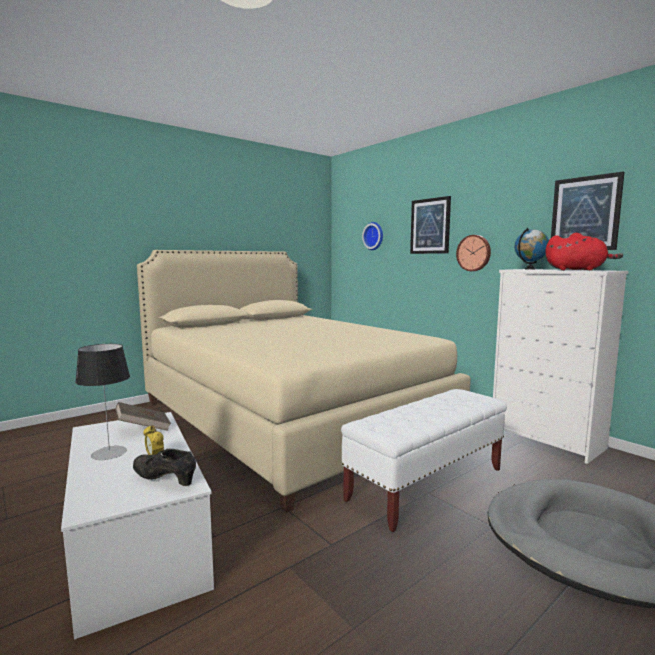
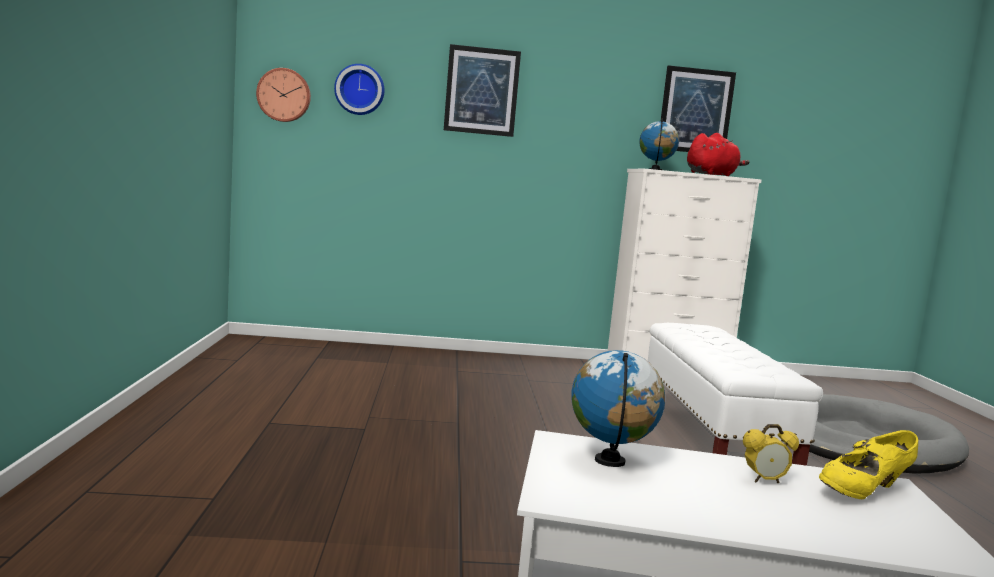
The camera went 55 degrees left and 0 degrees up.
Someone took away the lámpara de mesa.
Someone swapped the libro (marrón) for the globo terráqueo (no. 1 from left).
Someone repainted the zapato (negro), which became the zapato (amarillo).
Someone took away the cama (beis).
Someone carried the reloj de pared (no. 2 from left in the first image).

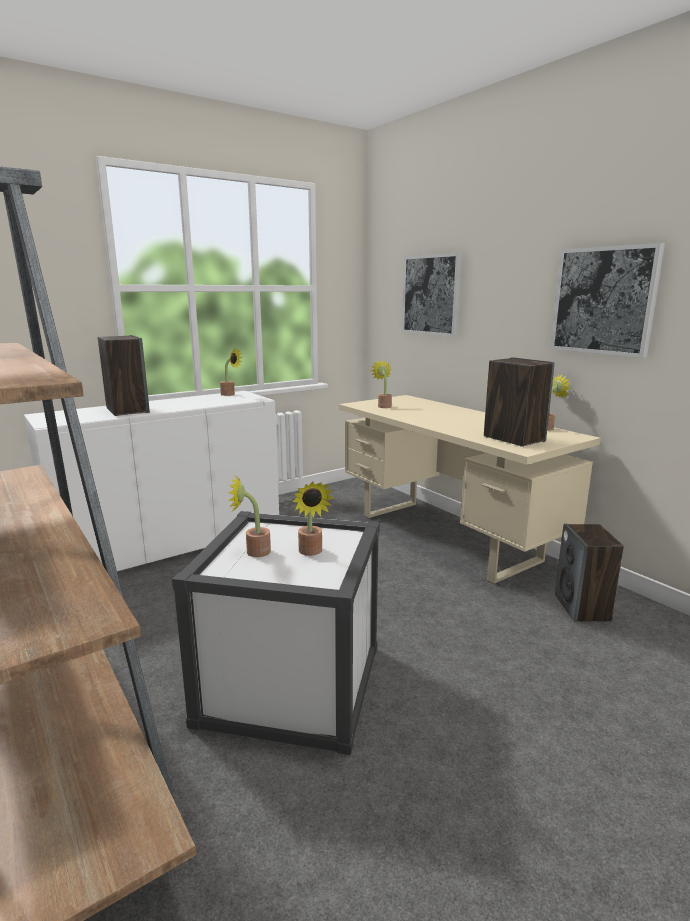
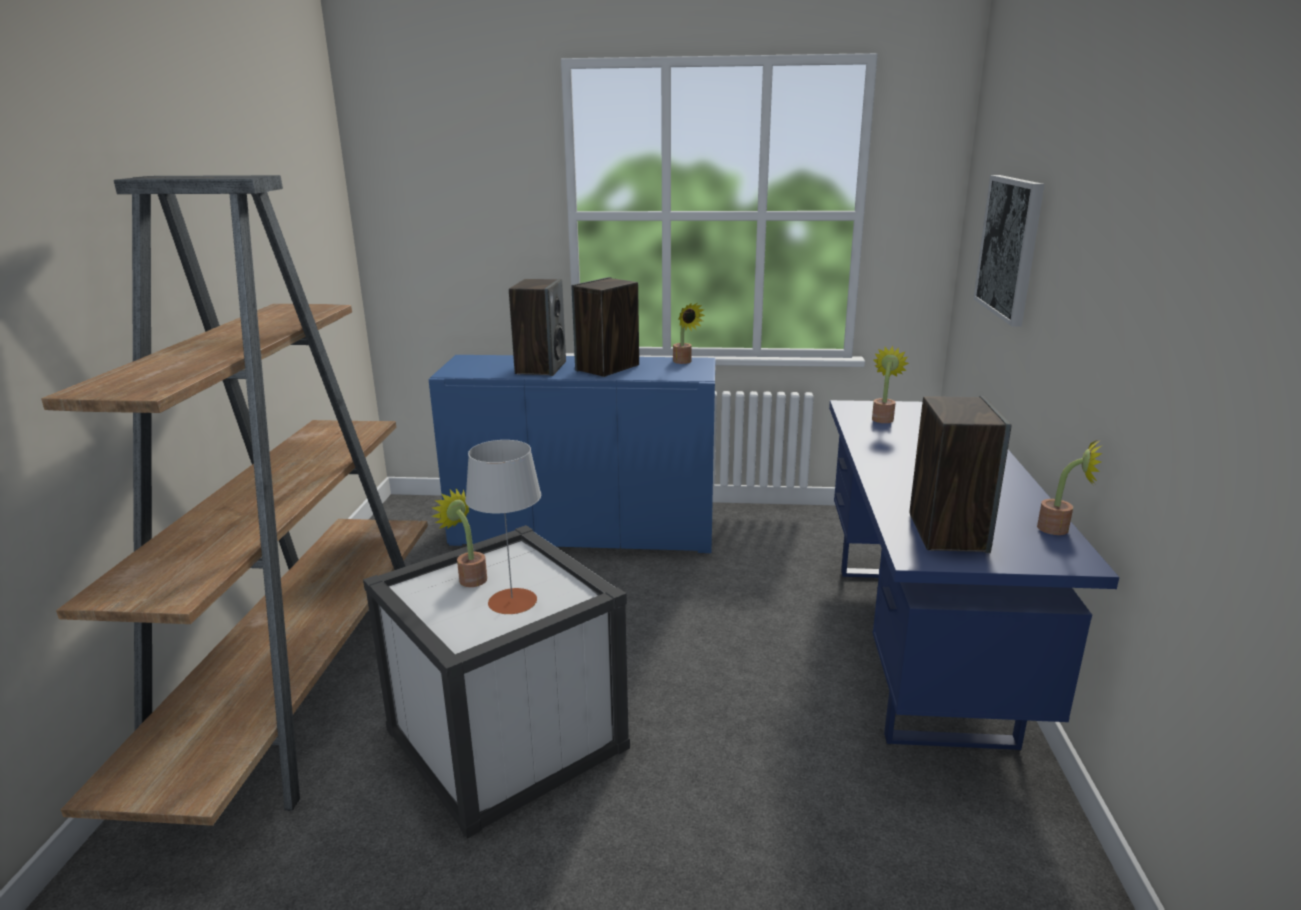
The camera went 40 degrees right and 5 degrees up.
Someone repainted the armario (blanco), which became the armario (azul).
Someone swapped the planta en maceta (no. 3 from left) for the lámpara de mesa (gris).
Someone repainted the escritorio (beis), which became the escritorio (azul).
Someone took away the cuadro (no. 2 from left).
Someone carried the altavoz (no. 3 from left in the first image).

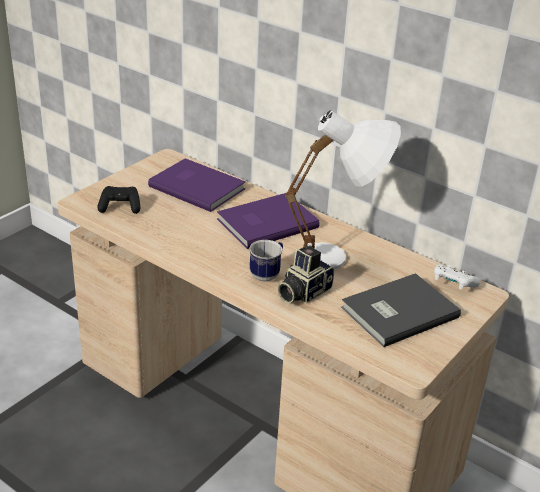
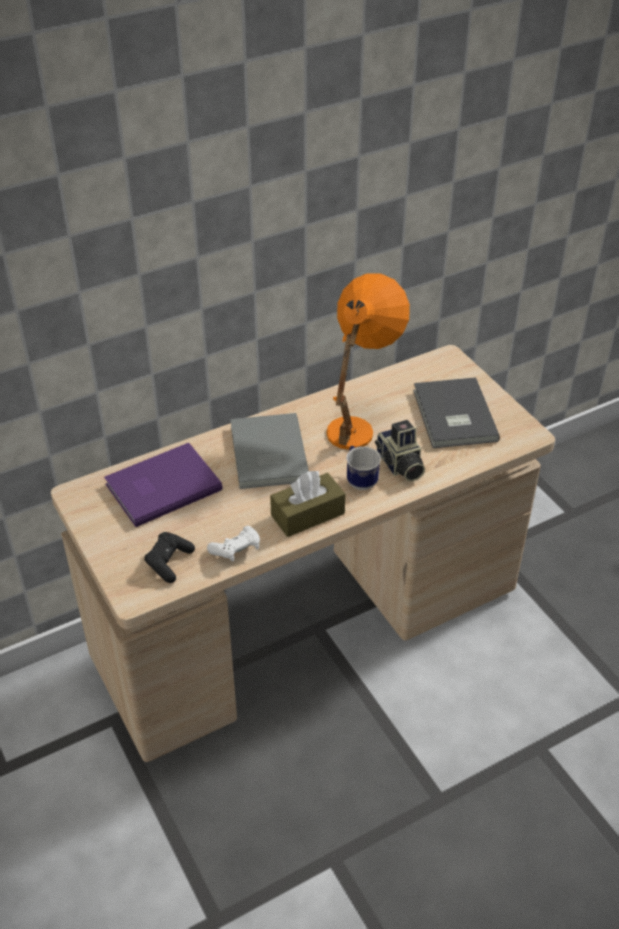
The camera went 65 degrees left and 10 degrees up.
Someone repainted the libro (morado) (no. 2 from left), which became the libro (gris) (no. 1 from left).
Someone repainted the lámpara de mesa (blanco), which became the lámpara de mesa (naranja).
Someone carried the mando de consola (blanco).
Someone put down the caja de pañuelos (marrón).

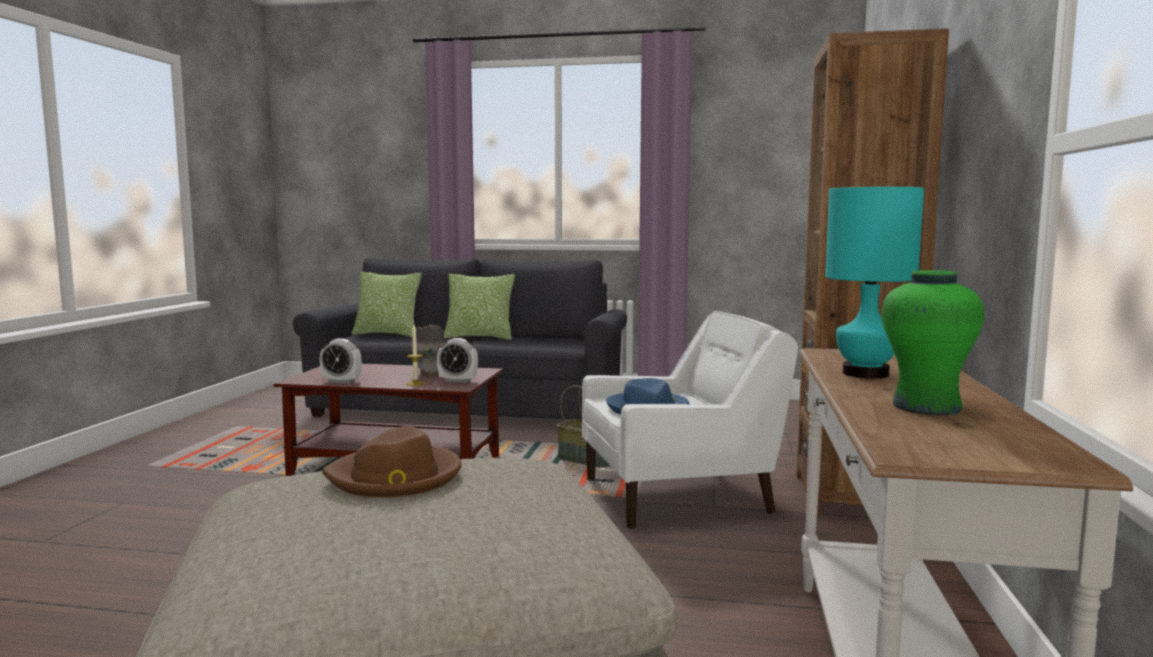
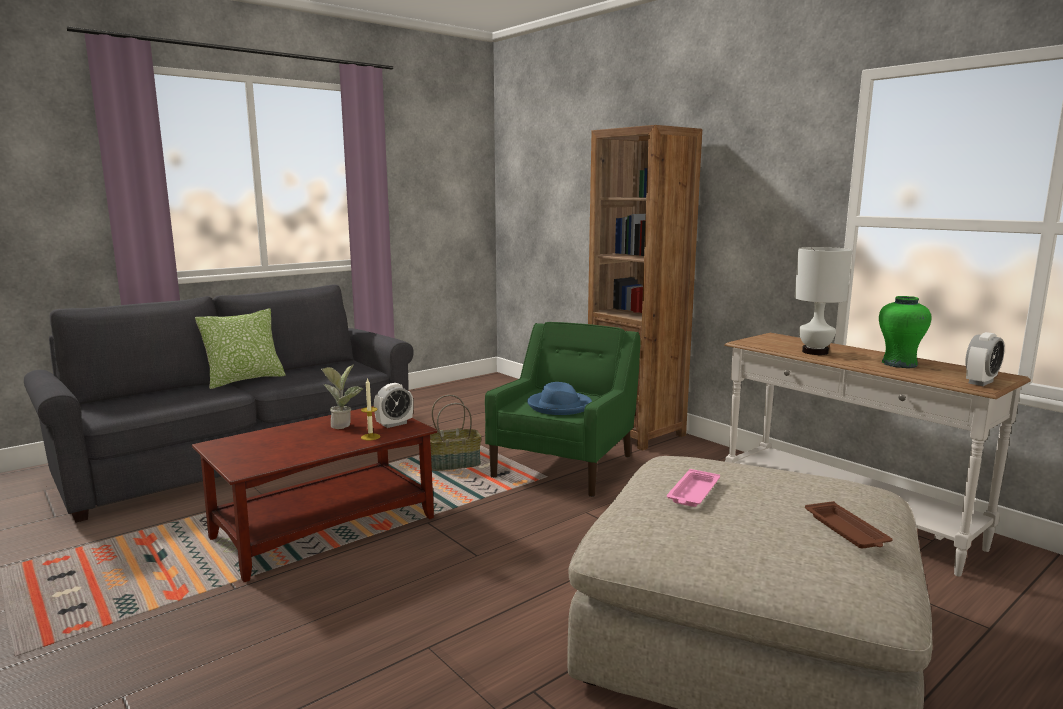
The camera went 50 degrees left and 5 degrees up.
Someone carried the despertador (no. 1 from left in the first image).
Someone swapped the sombrero (marrón) for the bandeja (rosa).
Someone took away the cojín (no. 1 from left).
Someone swapped the florero (gris) for the planta en maceta.
Someone repainted the sillón (blanco), which became the sillón (verde).
Someone repainted the lámpara de mesa (turquesa), which became the lámpara de mesa (blanco).
Someone put down the bandeja (marrón).

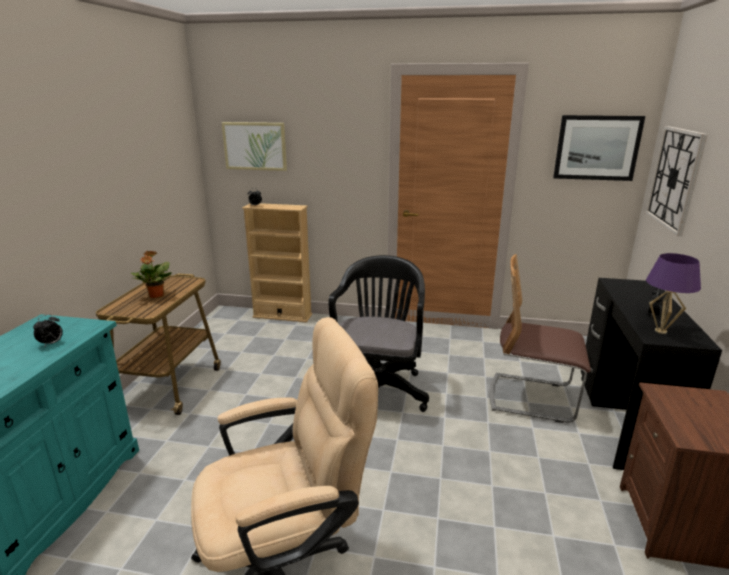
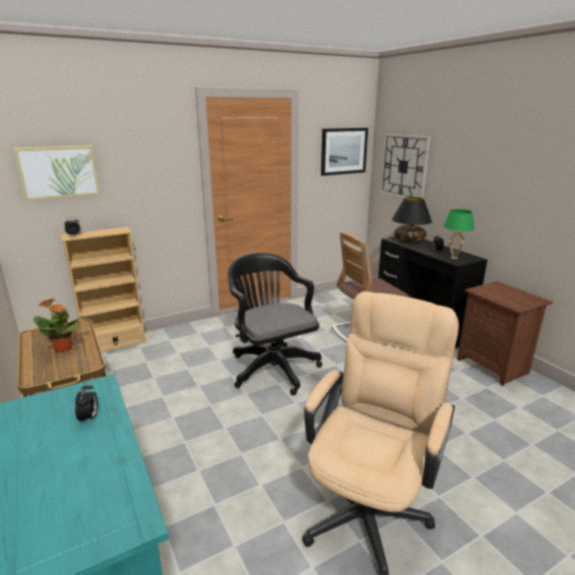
The camera went 40 degrees left and 0 degrees up.
Someone repainted the lámpara de mesa (morado), which became the lámpara de mesa (verde).
Someone put down the lámpara de mesa (negro).

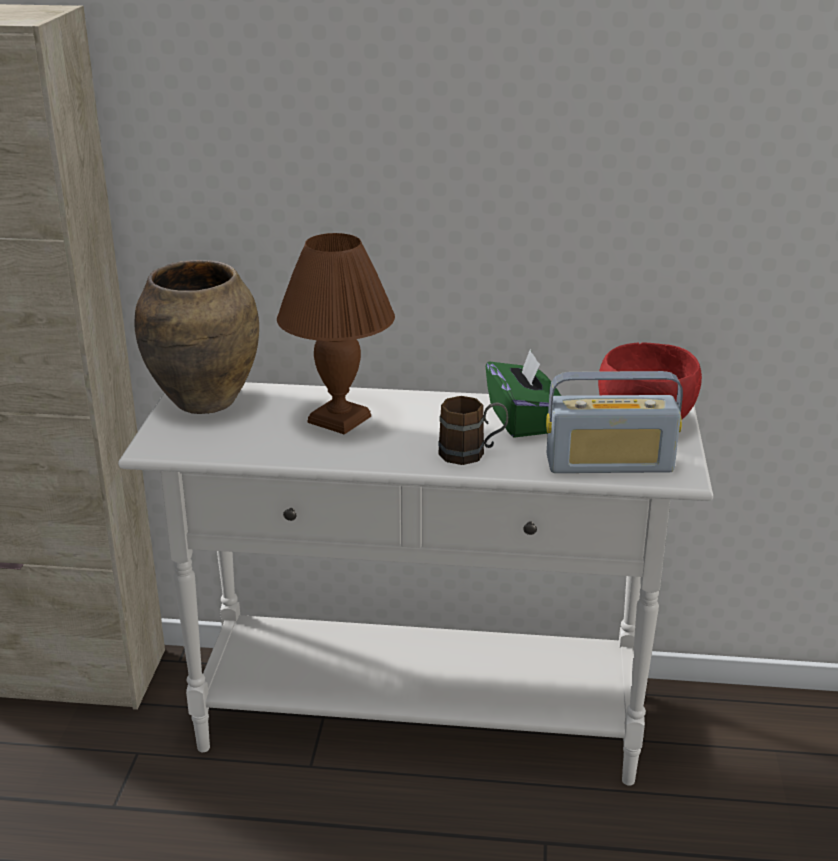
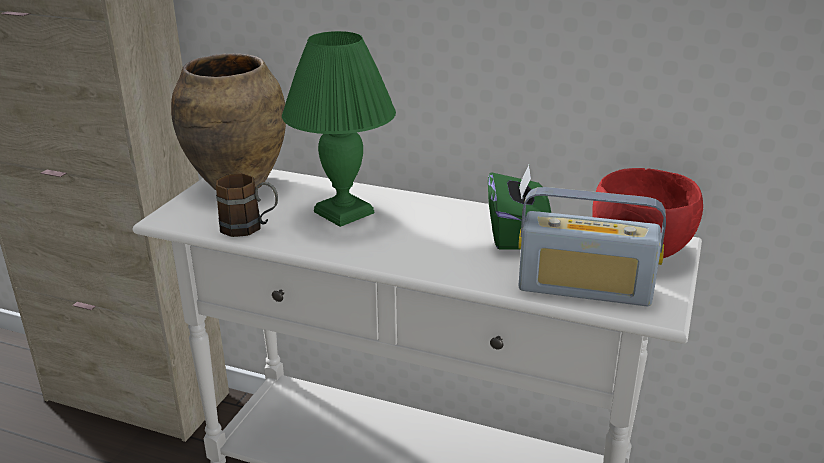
The camera went 15 degrees right and 0 degrees up.
Someone repainted the lámpara de mesa (marrón), which became the lámpara de mesa (verde).
Someone carried the taza grande (marrón).

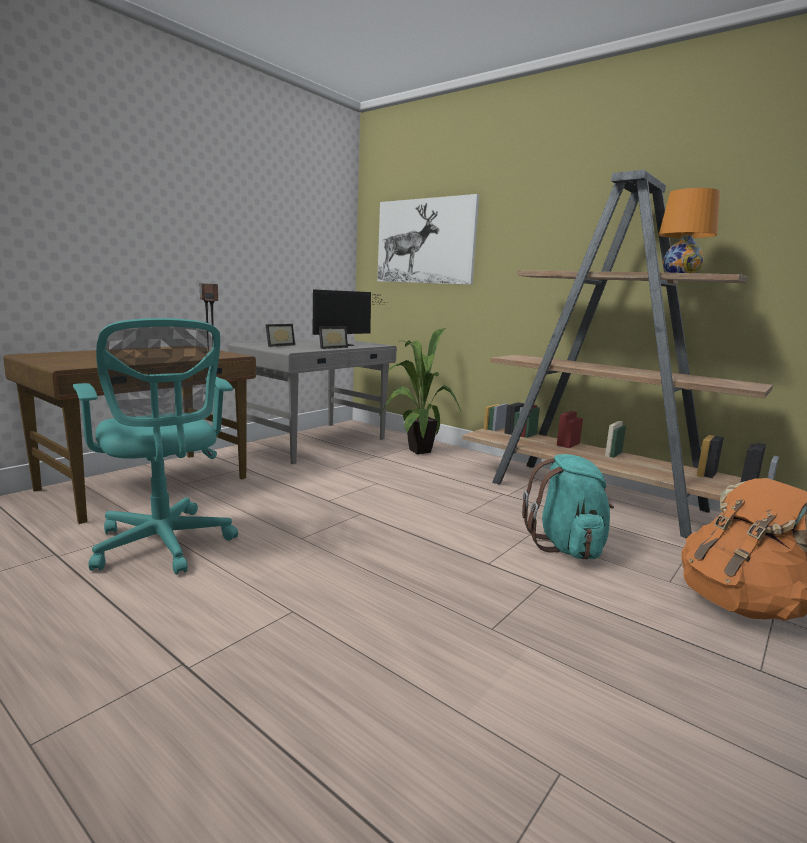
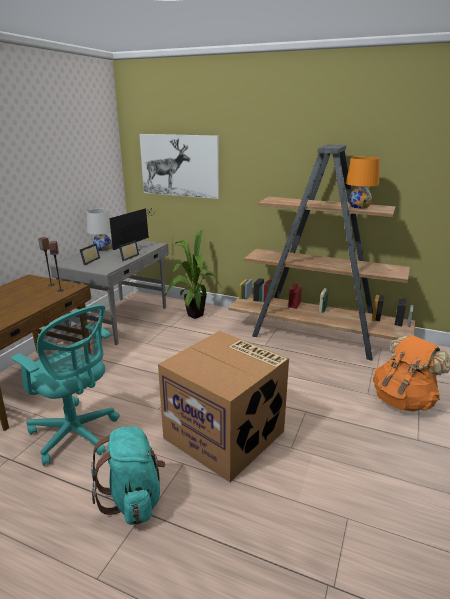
The camera went 15 degrees left and 10 degrees up.
Someone carried the mochila (turquesa).
Someone put down the lámpara de mesa (blanco).
Someone put down the caja de cartón.

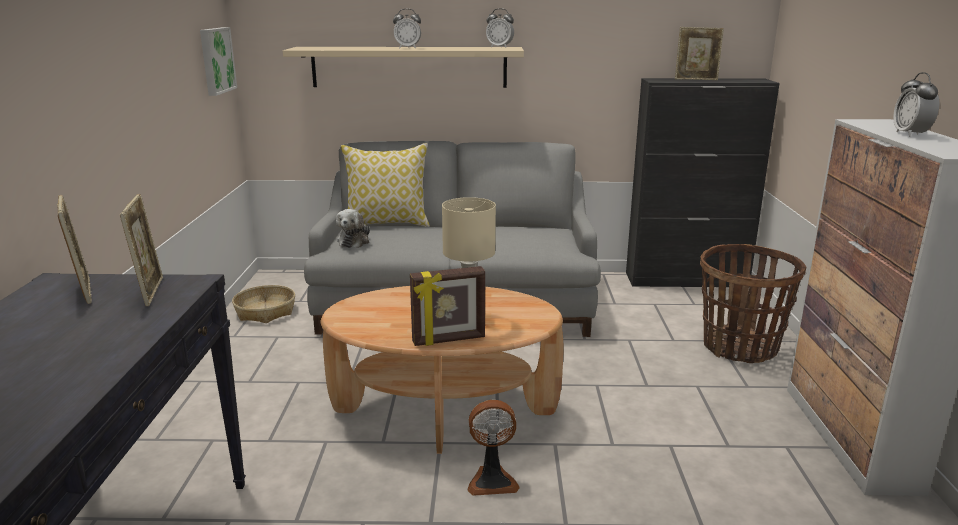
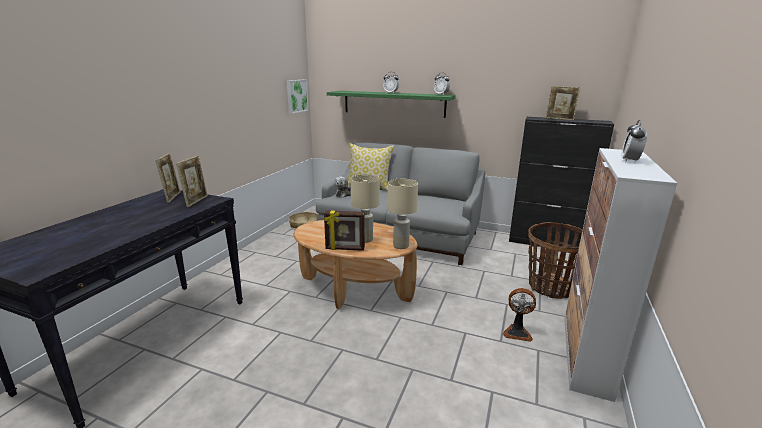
The camera went 20 degrees right and 0 degrees up.
Someone repainted the estante (beis), which became the estante (verde).
Someone carried the ventilador.
Someone put down the lámpara de mesa (beis) (no. 2 from left).

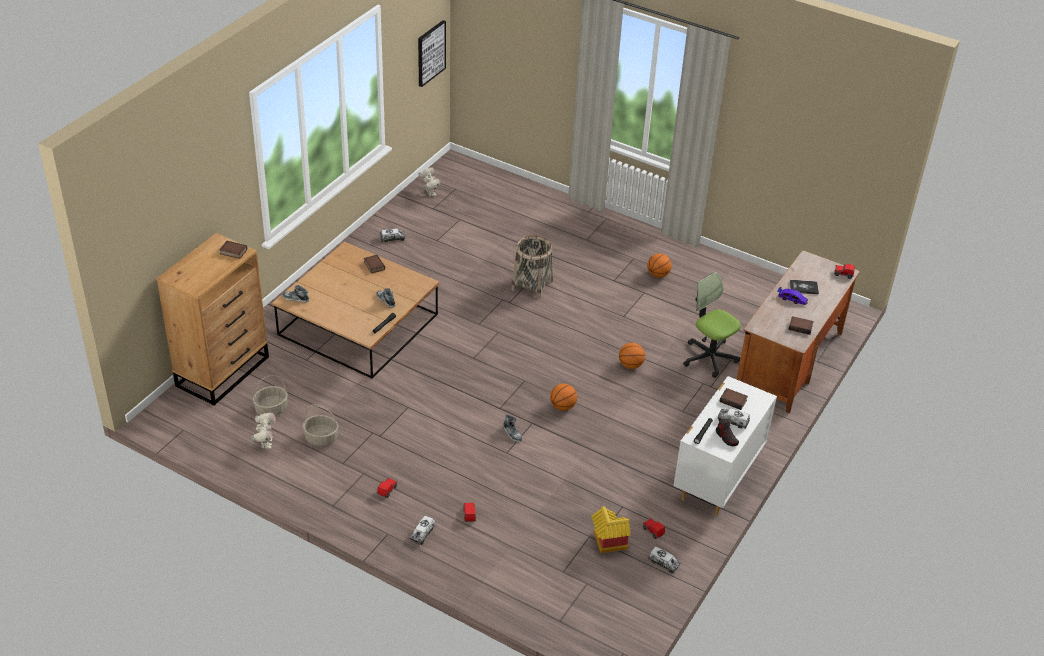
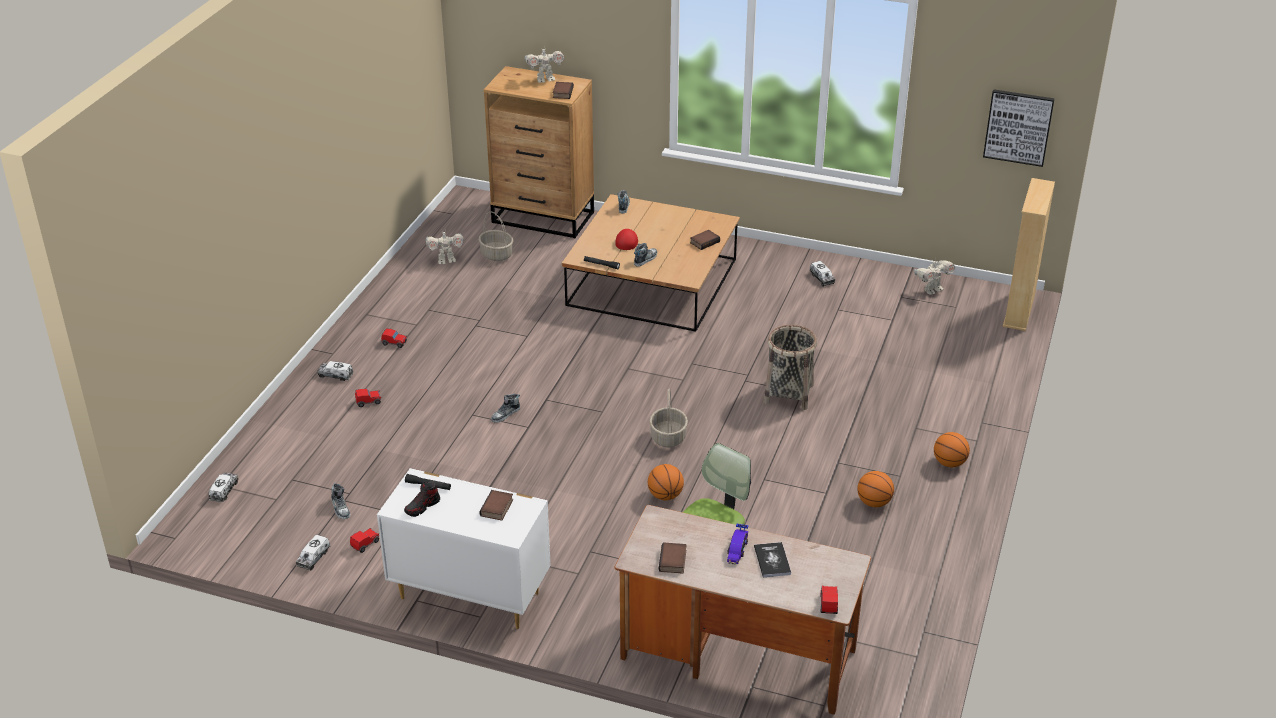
The camera went 80 degrees right and 5 degrees down.
Someone carried the cesta (no. 2 from left).
Someone carried the balón de baloncesto (no. 1 from left in the first image).
Someone swapped the casita for the zapato (no. 1 from left).
Someone carried the camión de juguete (no. 4 from left in the first image).
Someone put down the robot de juguete (no. 2 from left).
Someone put down the gorra (rojo).
Someone put down the estantería (beis).

